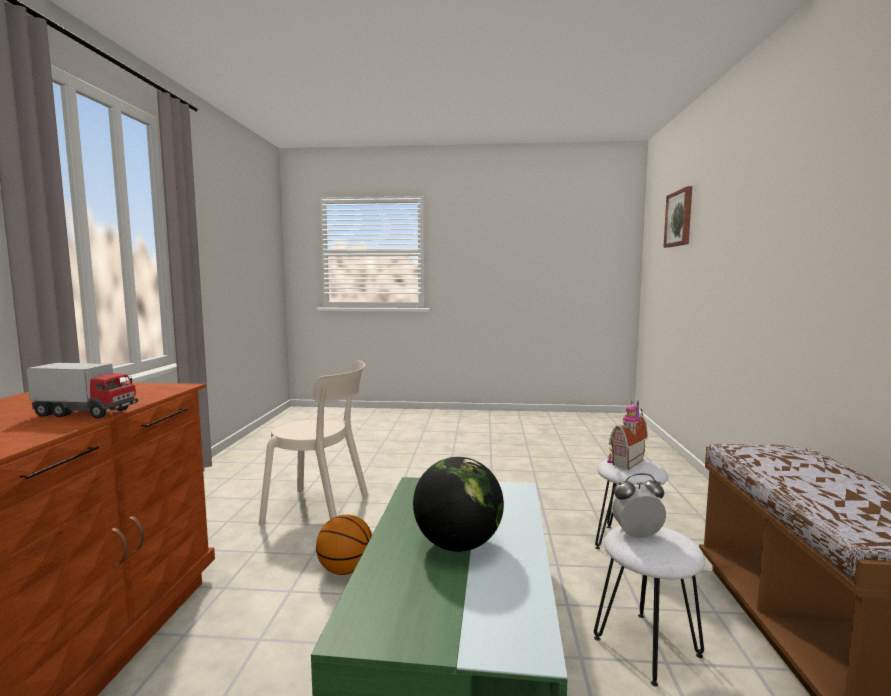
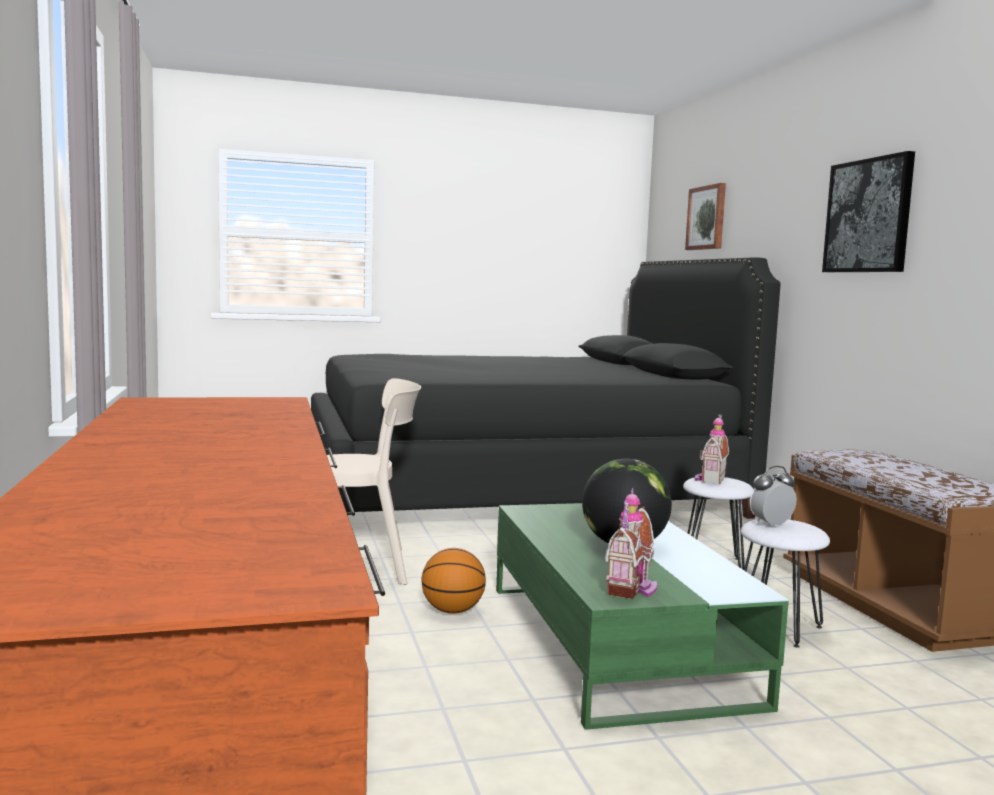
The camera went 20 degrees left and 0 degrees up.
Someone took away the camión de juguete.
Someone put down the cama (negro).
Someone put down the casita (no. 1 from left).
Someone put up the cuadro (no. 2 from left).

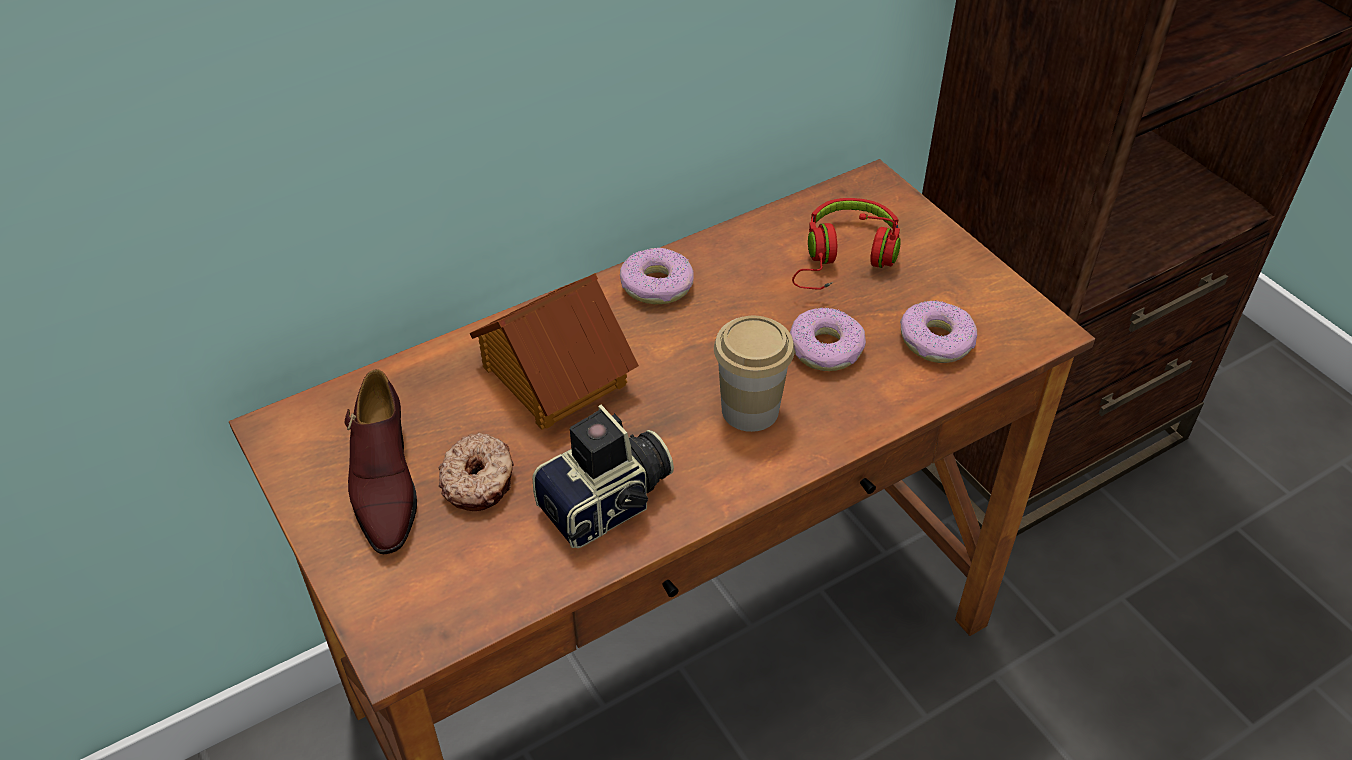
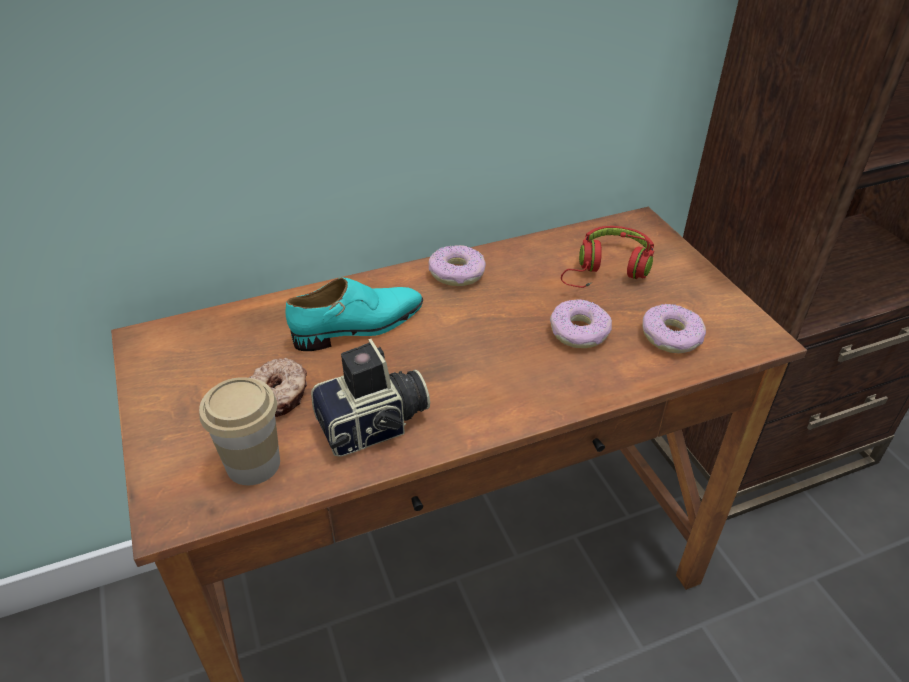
The camera went 10 degrees right and 5 degrees down.
Someone took away the zapato (marrón).
Someone swapped the casita for the zapato (turquesa).
Someone carried the taza.

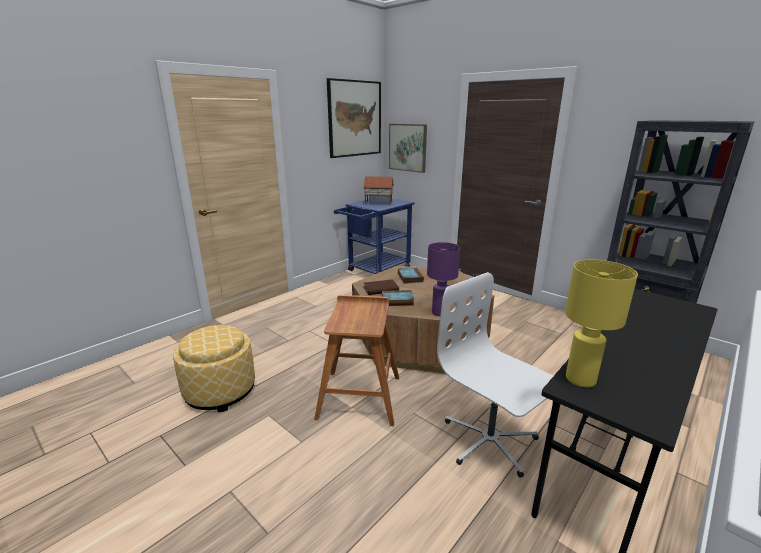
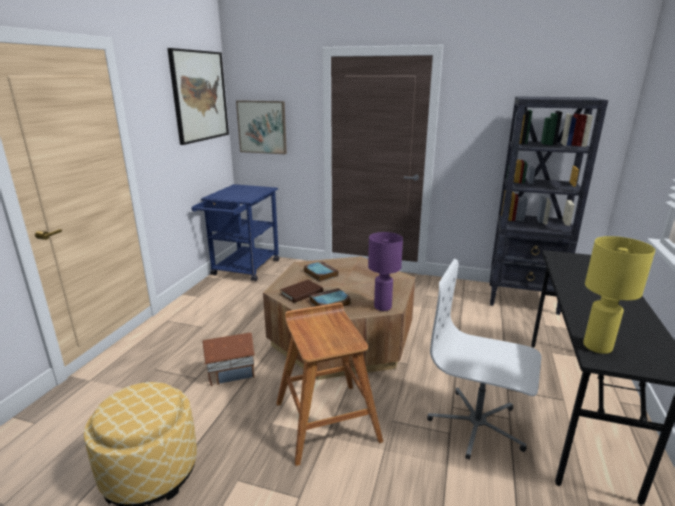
The camera went 25 degrees left and 0 degrees up.
Someone carried the casita.

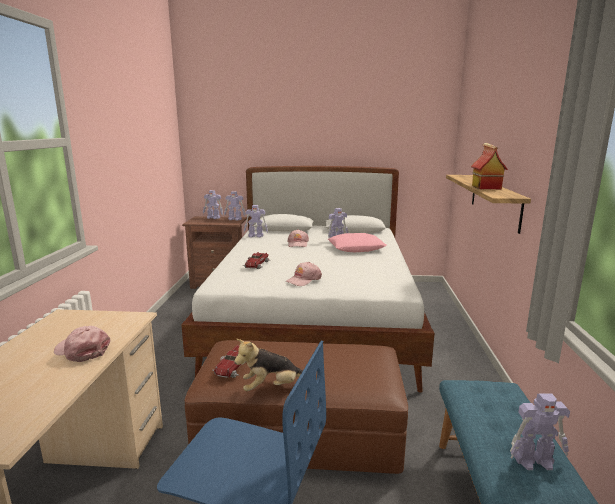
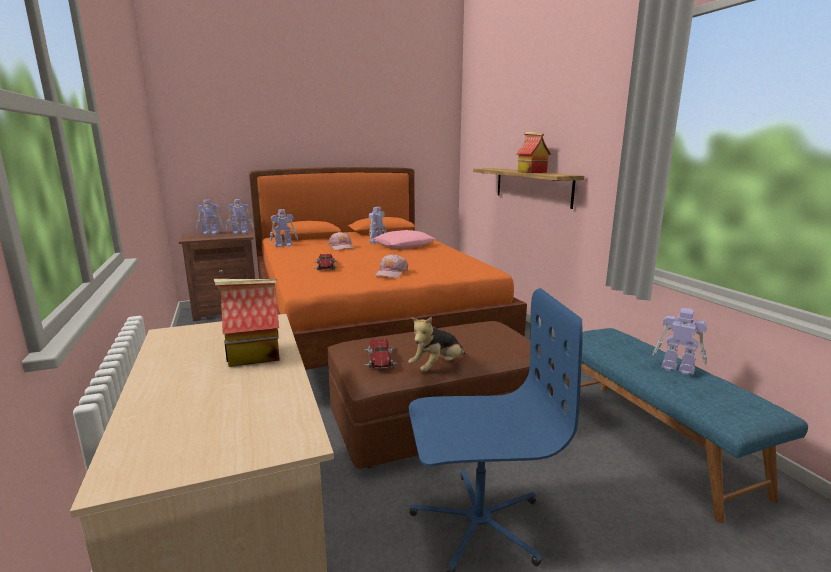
The camera went 25 degrees left and 0 degrees up.
Someone swapped the gorra (rosa) (no. 1 from left) for the casita (no. 1 from left).
Someone repainted the cama (blanco), which became the cama (naranja).
Someone rotated the robot de juguete (no. 5 from left) by 120 degrees counterclockwise.

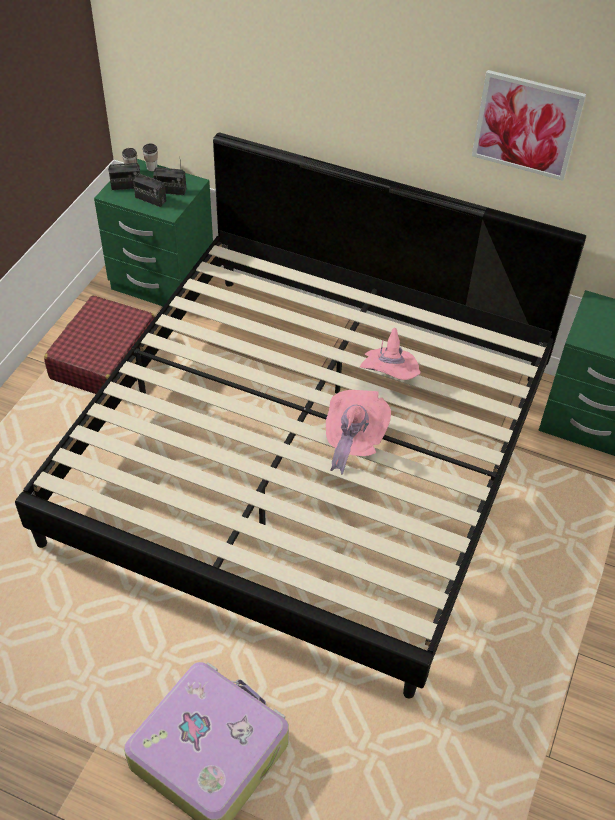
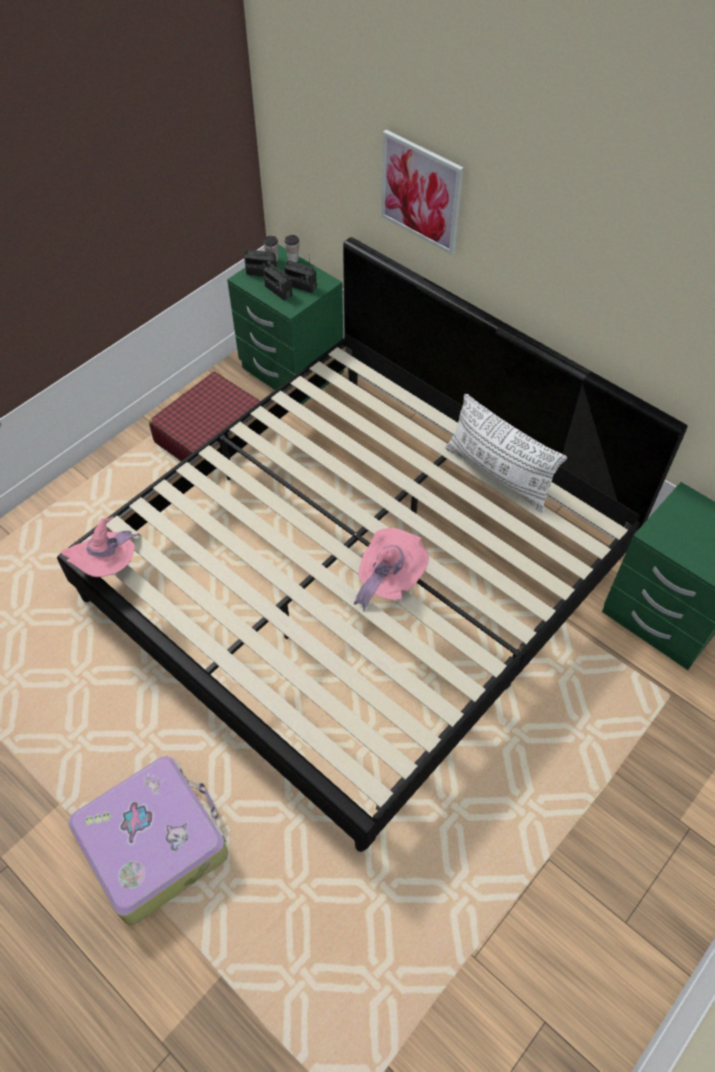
The camera went 20 degrees right and 5 degrees up.
Someone carried the sombrero (rosa) (no. 2 from left in the first image).
Someone carried the cuadro.
Someone put down the cojín (blanco).

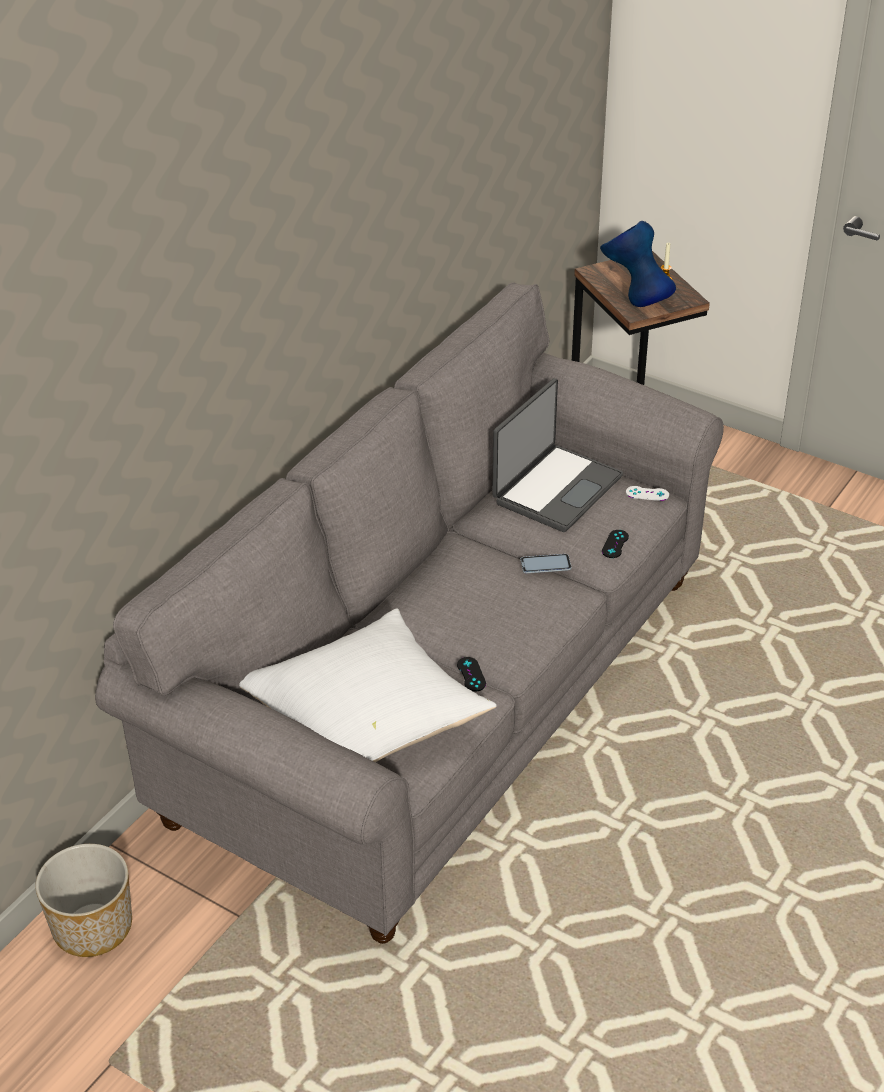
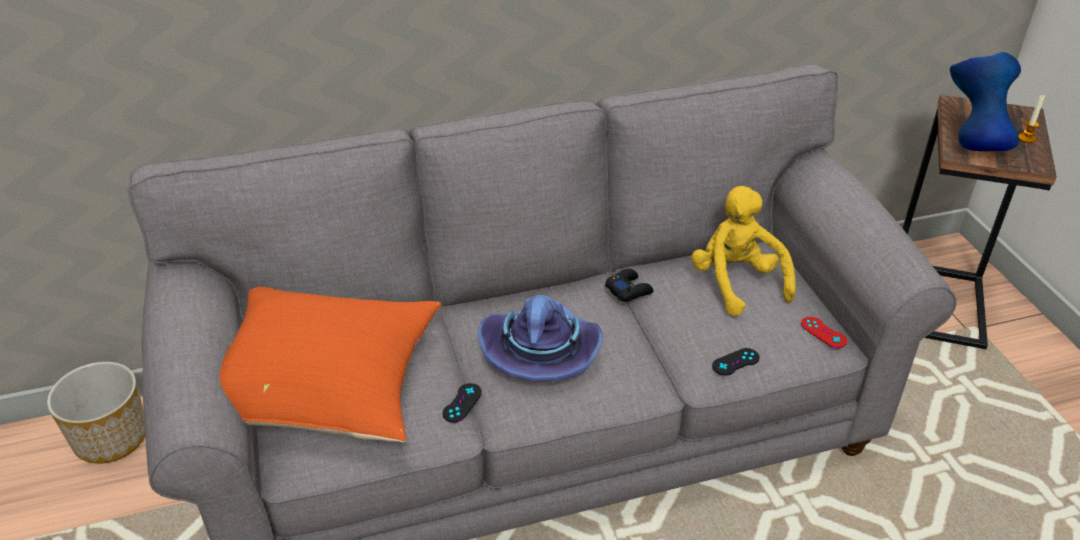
The camera went 40 degrees right and 0 degrees up.
Someone repainted the cojín (blanco), which became the cojín (naranja).
Someone swapped the portátil for the peluche (amarillo).
Someone took away the móvil.
Someone repainted the mando de consola (blanco), which became the mando de consola (rojo).
Someone put down the sombrero (morado).
Someone put down the mando de consola (negro) (no. 2 from left).

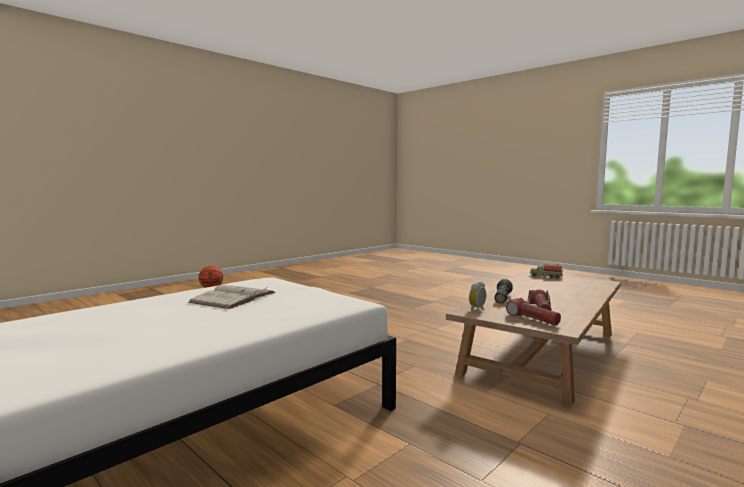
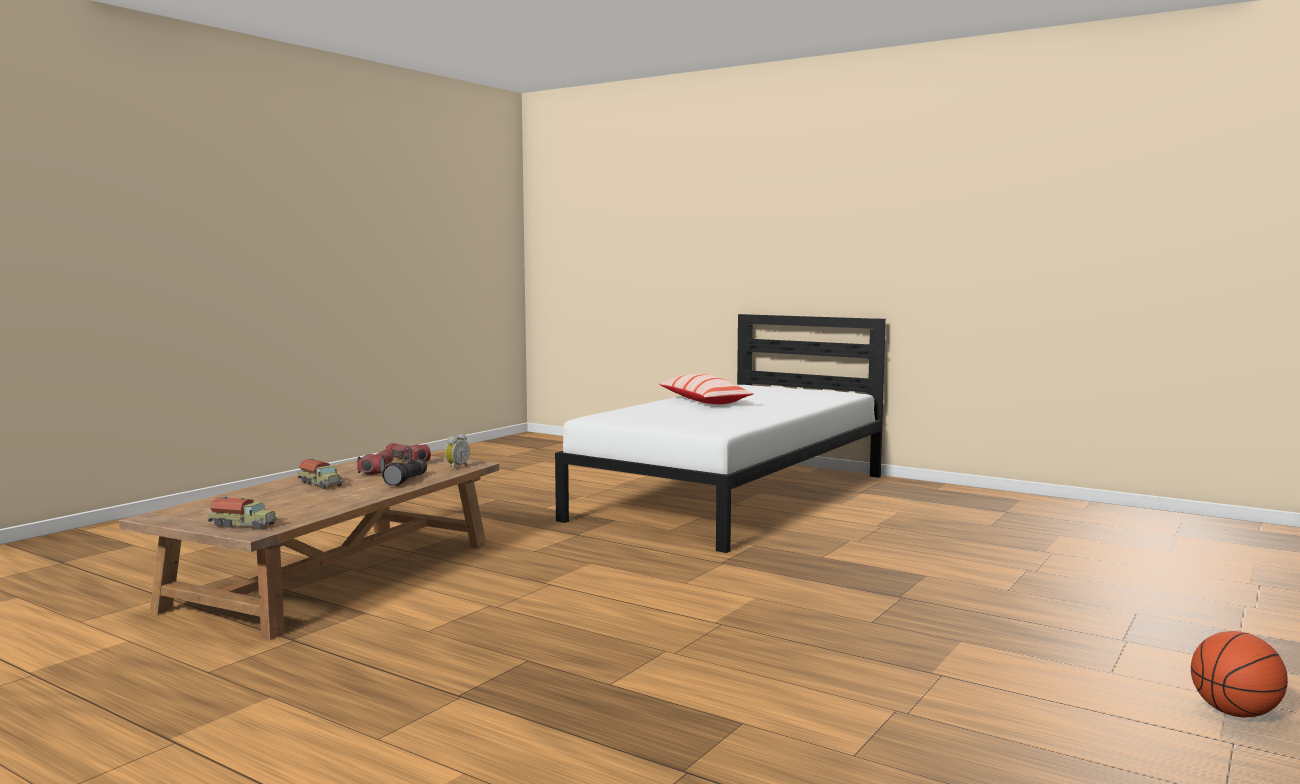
The camera went 170 degrees right and 0 degrees up.
Someone took away the libro (blanco).
Someone put down the camión de juguete (no. 2 from left).
Someone put down the cojín.

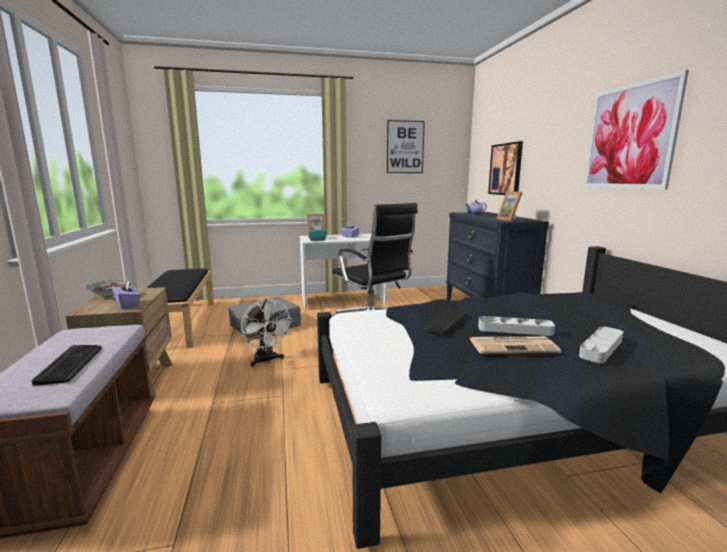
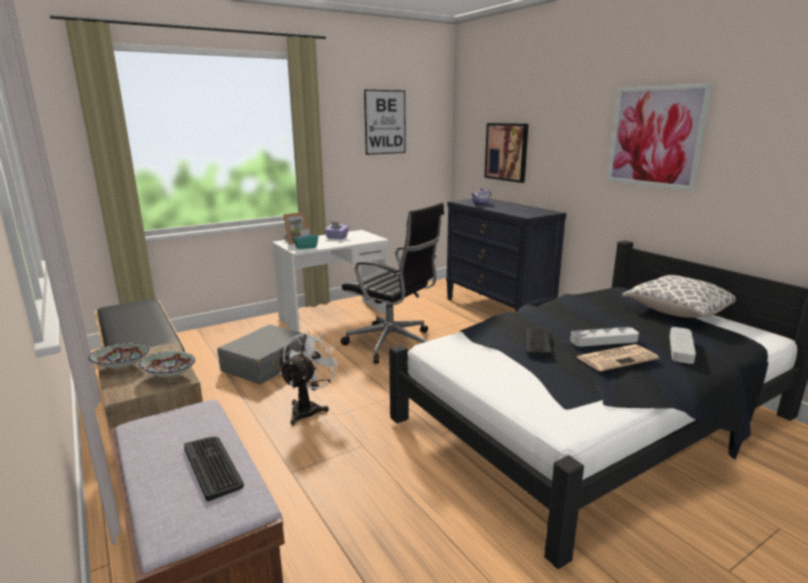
The camera went 20 degrees left and 5 degrees up.
Someone swapped the caja de pañuelos (morado) (no. 1 from left) for the cuenco (no. 2 from left).
Someone rotated the ventilador (blanco) by 105 degrees counterclockwise.
Someone took away the portarretratos (no. 2 from left).
Someone put down the cojín.

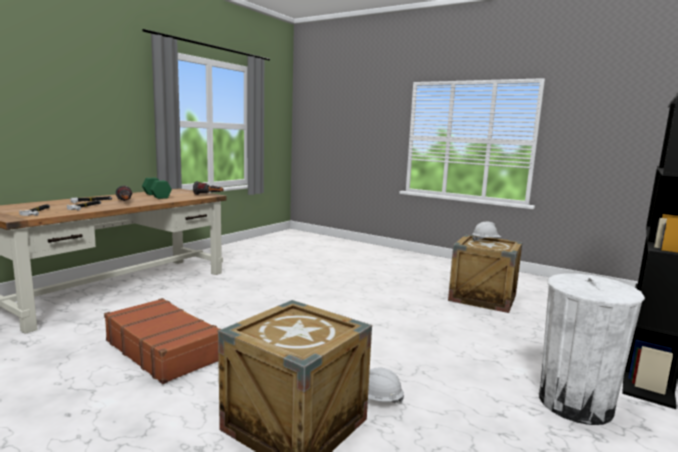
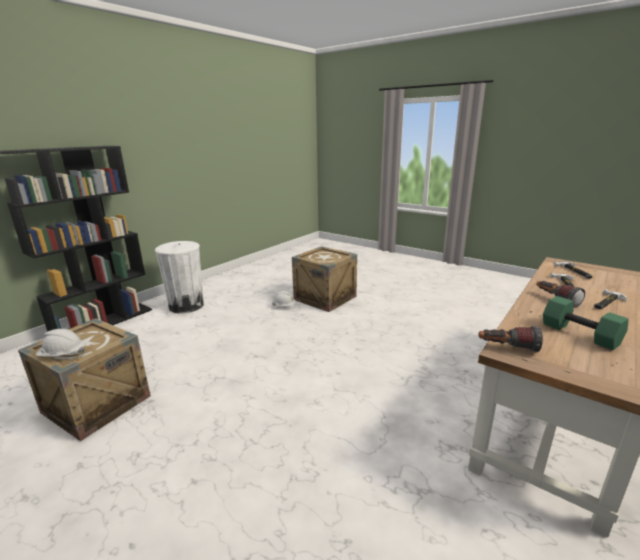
The camera went 175 degrees left and 10 degrees up.
Someone took away the maleta (marrón).

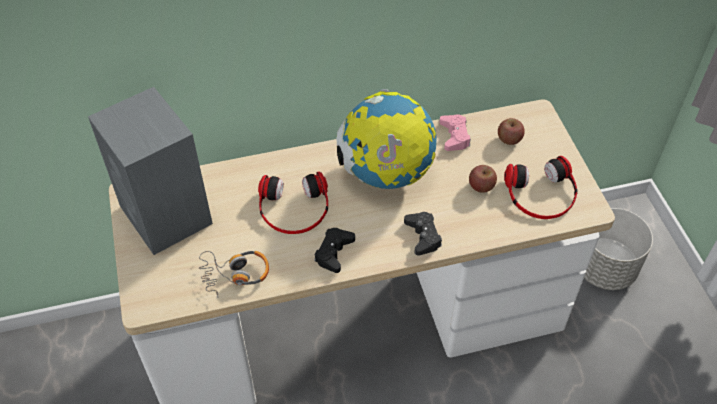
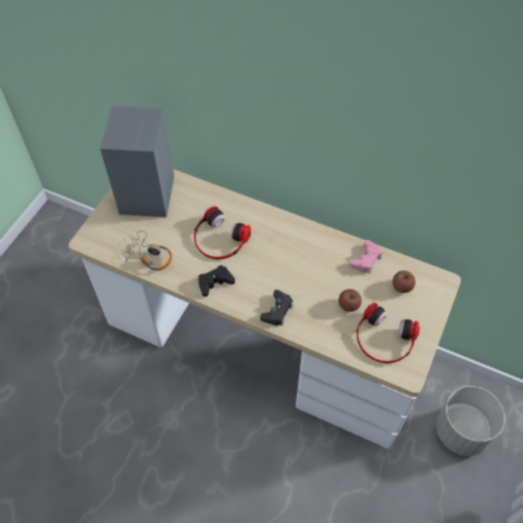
The camera went 40 degrees right and 5 degrees up.
Someone took away the globo terráqueo.

